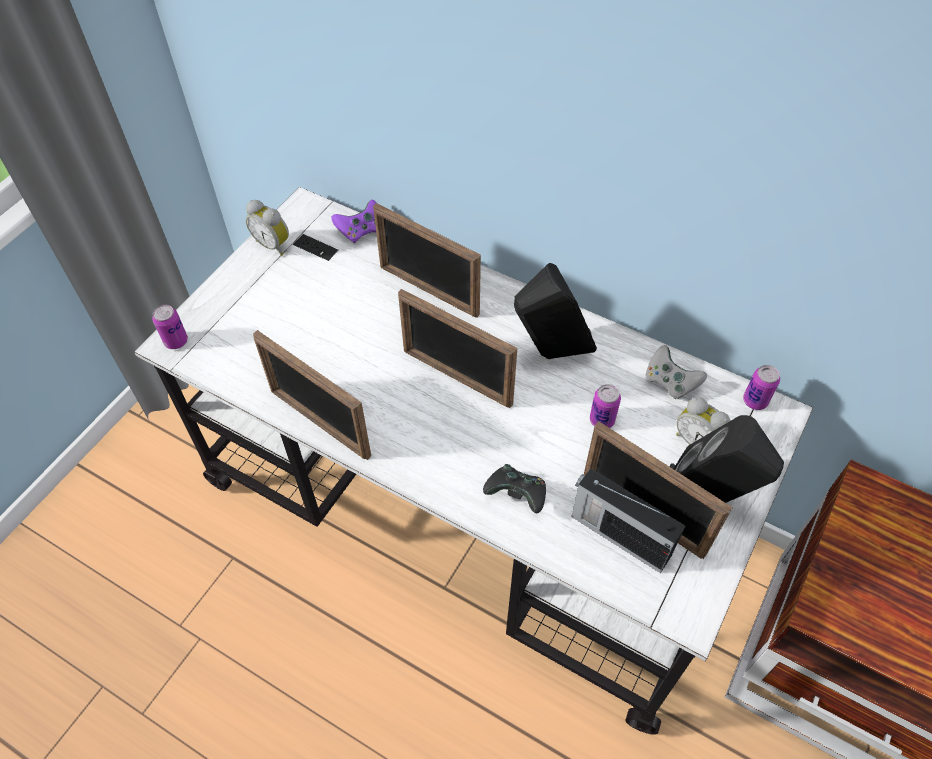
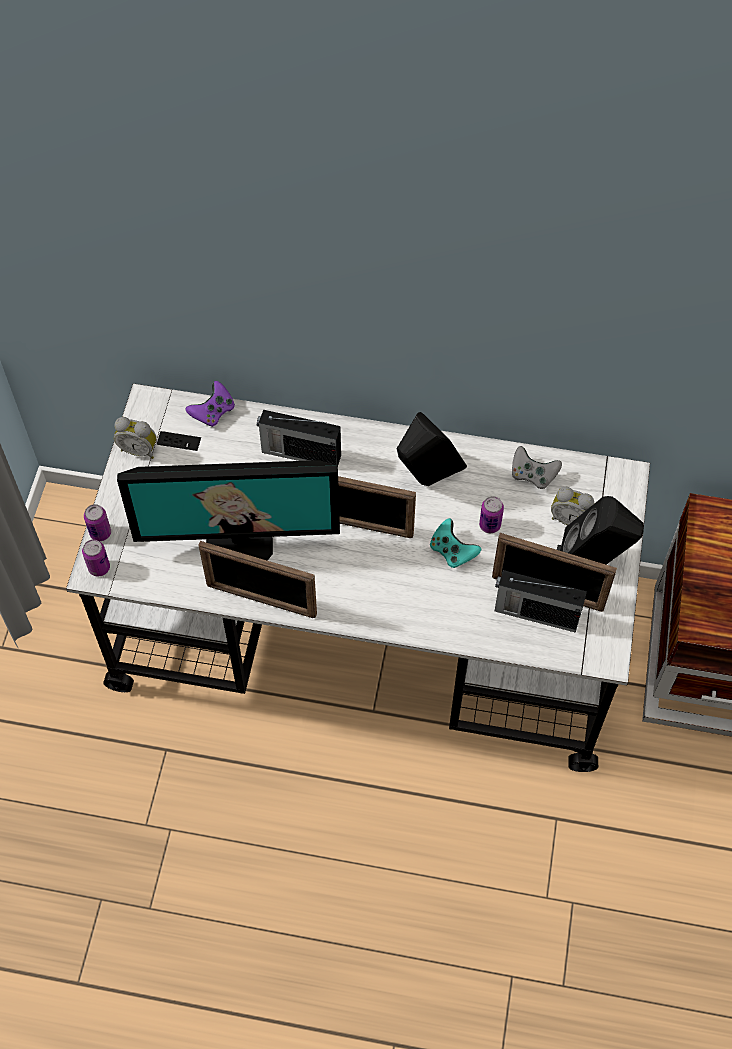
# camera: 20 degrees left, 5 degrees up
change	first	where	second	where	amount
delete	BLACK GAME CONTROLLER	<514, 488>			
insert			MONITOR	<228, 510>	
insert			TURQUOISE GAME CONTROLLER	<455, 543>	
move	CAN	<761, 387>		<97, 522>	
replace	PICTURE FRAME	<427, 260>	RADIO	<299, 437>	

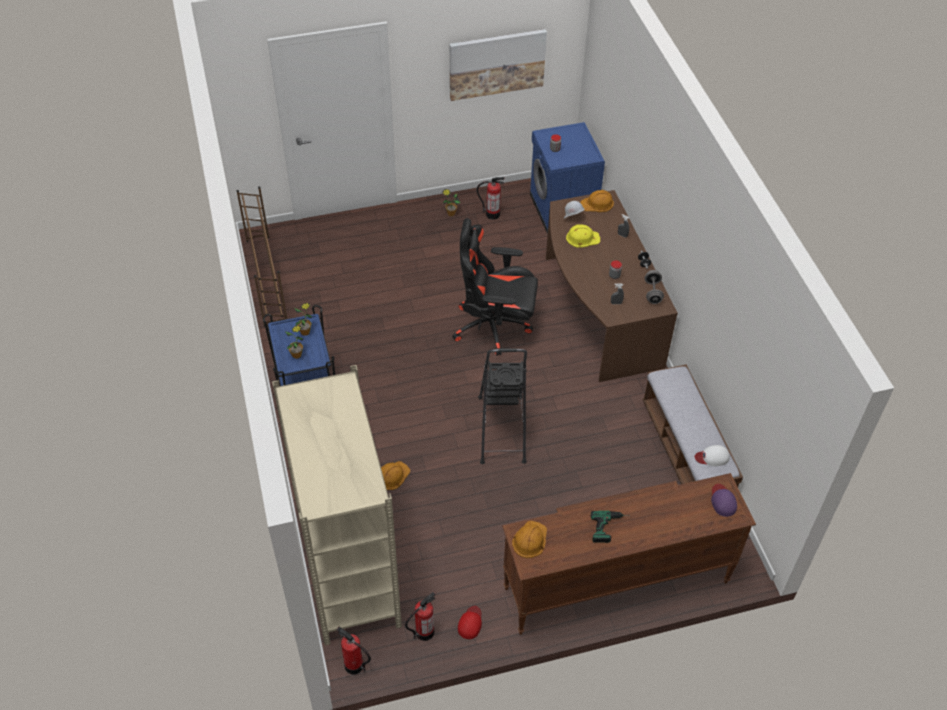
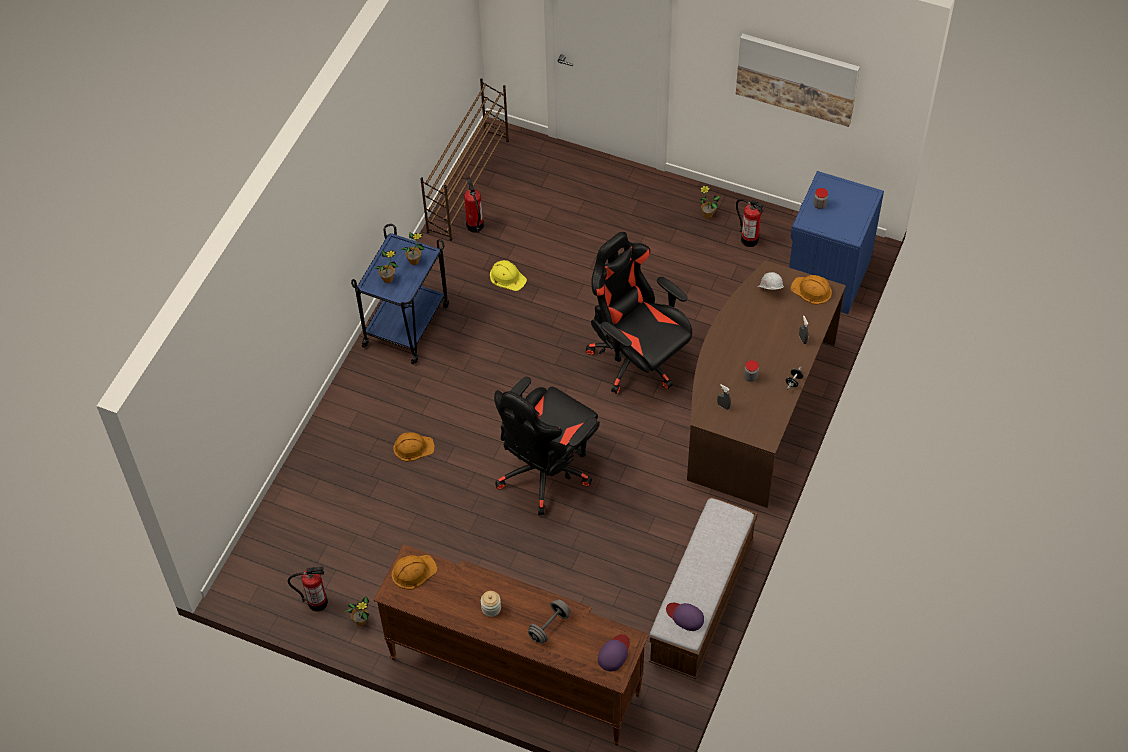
# camera: 40 degrees right, 5 degrees up
change	first	where	second	where	amount
delete	BEIGE BOOKCASE	<337, 505>			
move	FIRE EXTINGUISHER	<353, 651>		<474, 204>	
move	YELLOW HARD HAT	<583, 236>		<508, 275>	
move	GREY DUMBBELL	<654, 287>		<549, 621>	
replace	RED CAP	<470, 622>	POTTED PLANT	<357, 611>	
replace	STEP LADDER	<502, 406>	BLACK OFFICE CHAIR	<547, 446>	
replace	POWER DRILL	<611, 526>	JAR	<491, 604>	
recolor	WHITE CAP	<712, 455>	PURPLE CAP	<685, 617>	

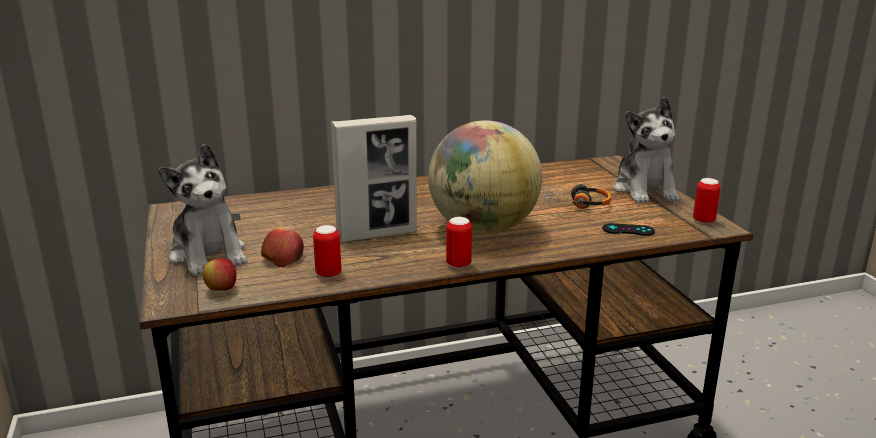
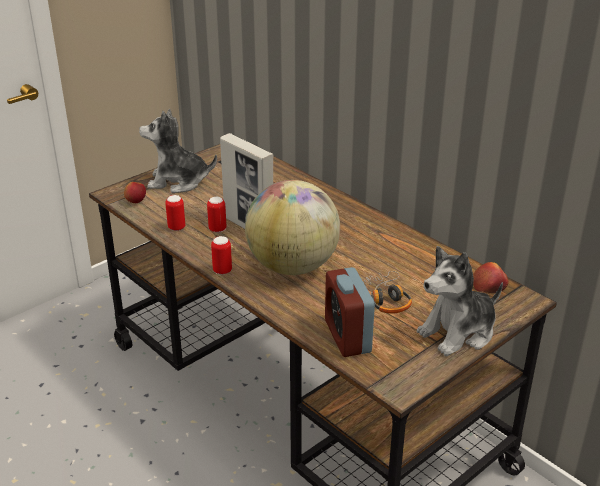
# camera: 65 degrees right, 10 degrees up
change	first	where	second	where	amount
move	APPLE	<282, 247>		<490, 277>	
move	CAN	<707, 201>		<217, 215>	
replace	BLACK GAME CONTROLLER	<628, 229>	ALARM CLOCK	<350, 312>	
rotate	PLUSH TOY	<203, 209>		<178, 151>	60 degrees clockwise

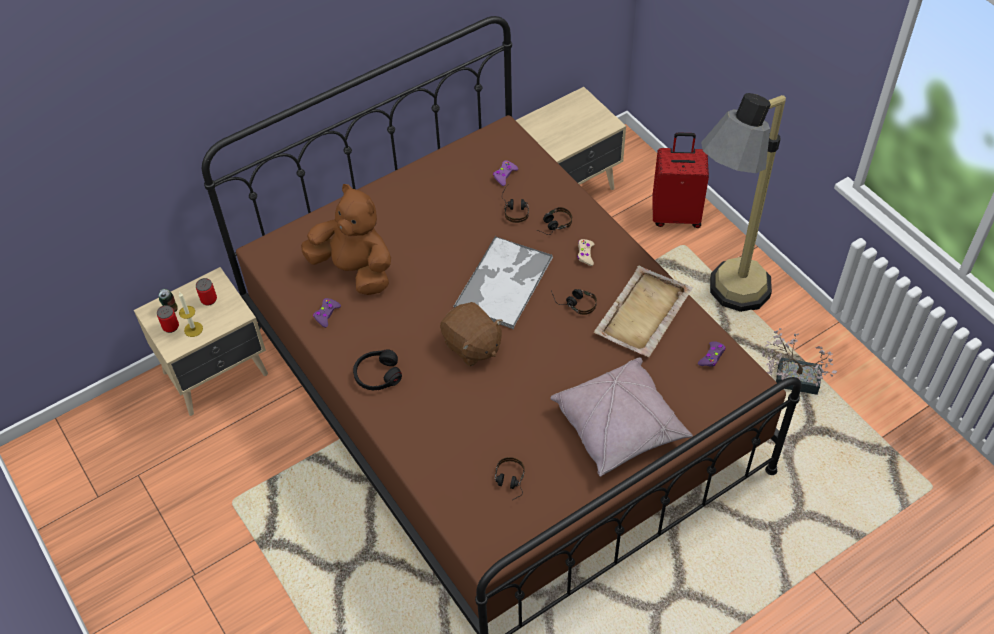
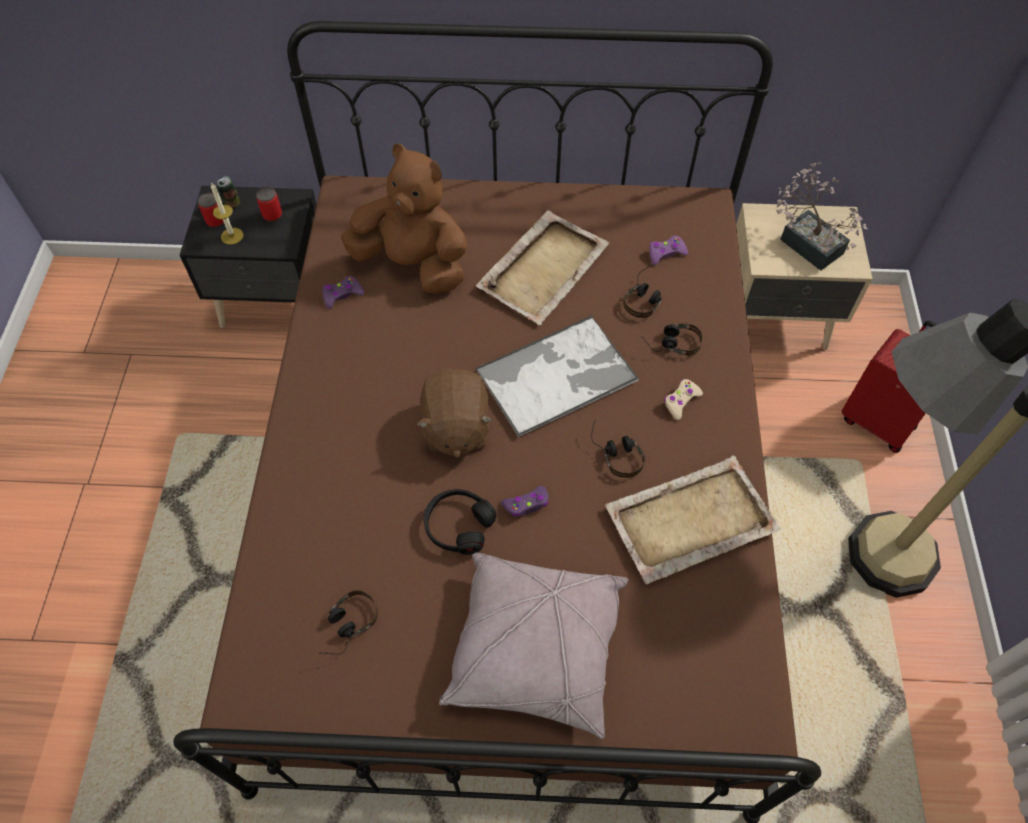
# camera: 35 degrees right, 5 degrees up
change	first	where	second	where	amount
insert			BEIGE TRAY	<542, 267>	
move	BLACK HEADPHONES	<377, 369>		<460, 522>	
move	PURPLE GAME CONTROLLER	<711, 354>		<524, 501>	
move	POTTED PLANT	<799, 361>		<822, 216>	
recolor	BEIGE NIGHTSTAND	<201, 341>	BLACK NIGHTSTAND	<248, 257>	
rotate	BROWN PLUSH TOY	<346, 239>		<404, 219>	45 degrees counterclockwise

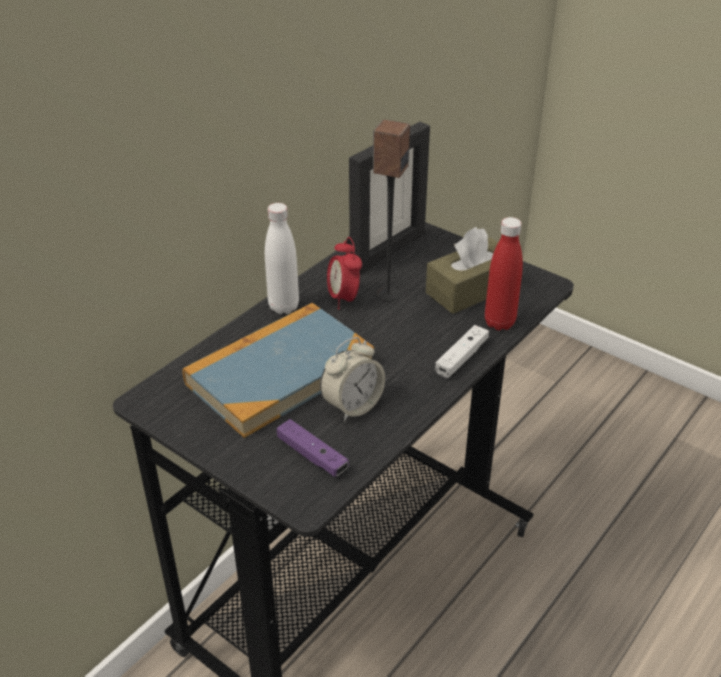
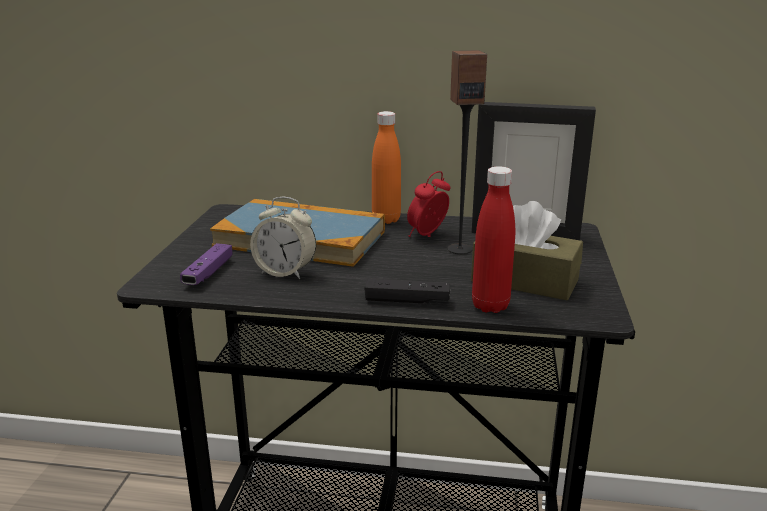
# camera: 60 degrees right, 15 degrees down
change	first	where	second	where	amount
recolor	WHITE BOTTLE	<282, 258>	ORANGE BOTTLE	<386, 167>	
recolor	WHITE GAME CONTROLLER	<462, 351>	BLACK GAME CONTROLLER	<407, 291>	

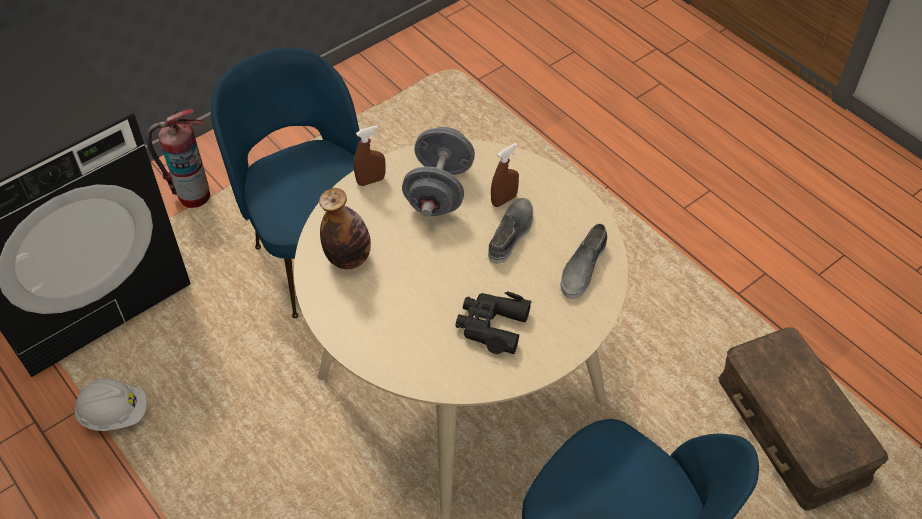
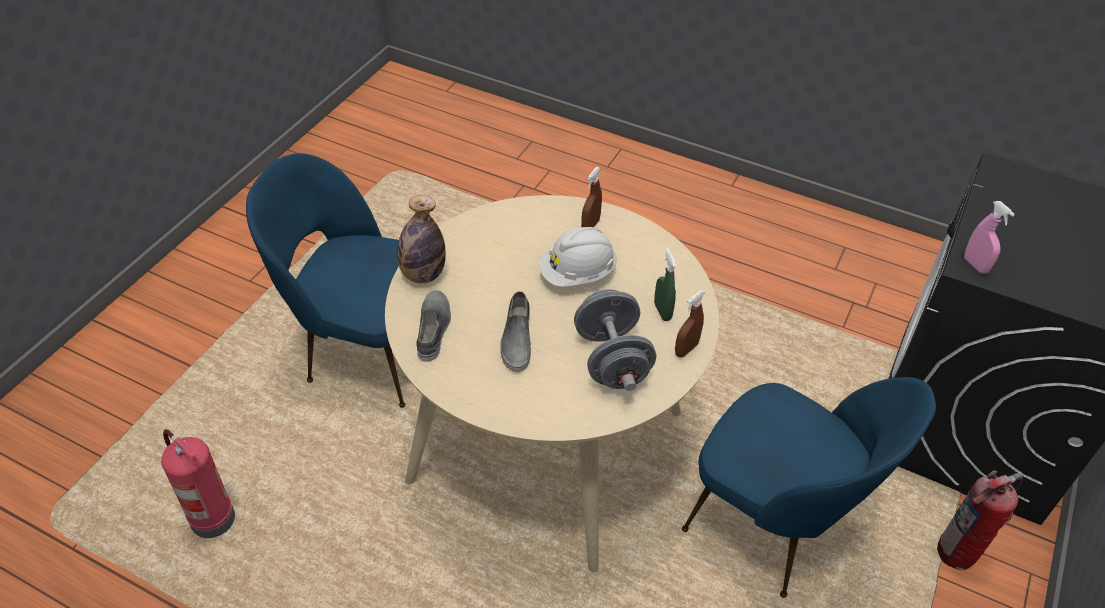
# camera: 155 degrees right, 5 degrees down
change	first	where	second	where	amount
delete	BLACK BINOCULARS	<493, 323>			
insert			GREEN SPRAY BOTTLE	<665, 284>	
insert			PINK SPRAY BOTTLE	<989, 237>	
move	WHITE HARD HAT	<111, 404>		<578, 257>	
move	BOTTLE	<345, 228>		<421, 239>	
move	BROWN SPRAY BOTTLE	<505, 175>		<591, 197>	
replace	BROWN STORAGE BOX	<803, 418>	FIRE EXTINGUISHER	<198, 483>	

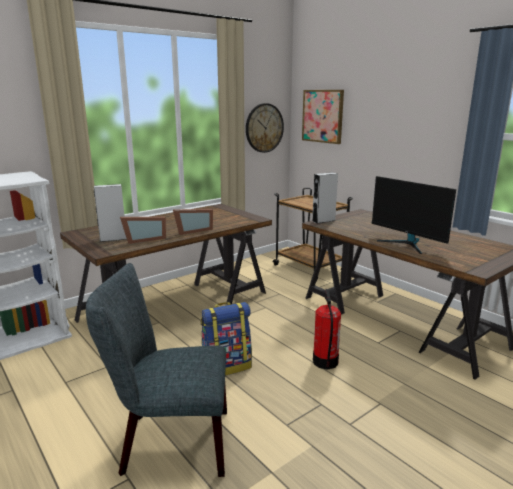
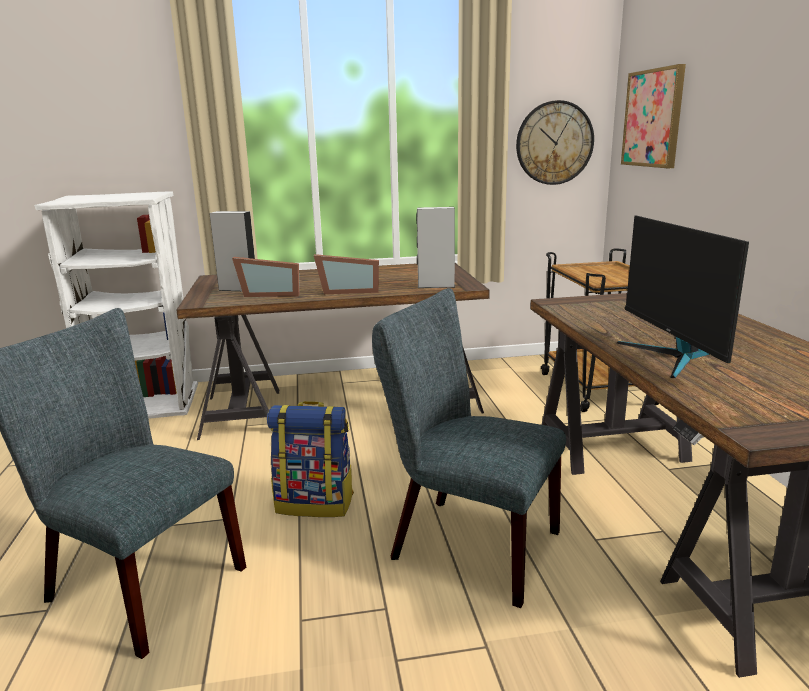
# camera: 30 degrees right, 0 degrees up
change	first	where	second	where	amount
move	GREY SPEAKER	<325, 198>		<435, 247>	
replace	FIRE EXTINGUISHER	<327, 329>	GREY CHAIR	<469, 448>	

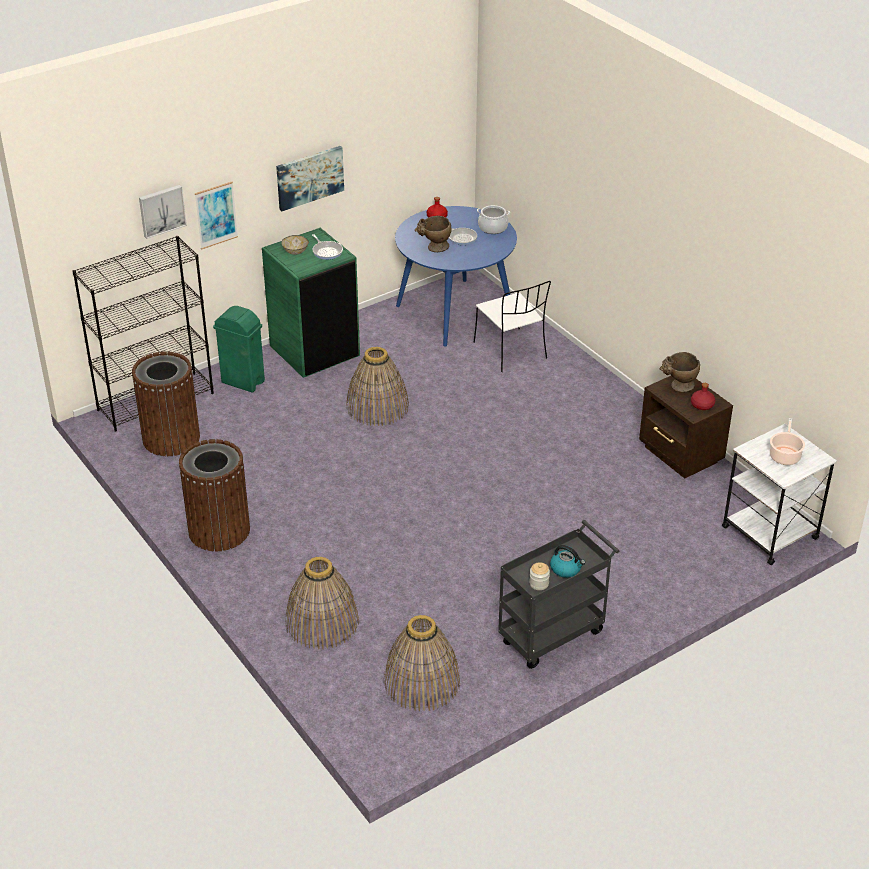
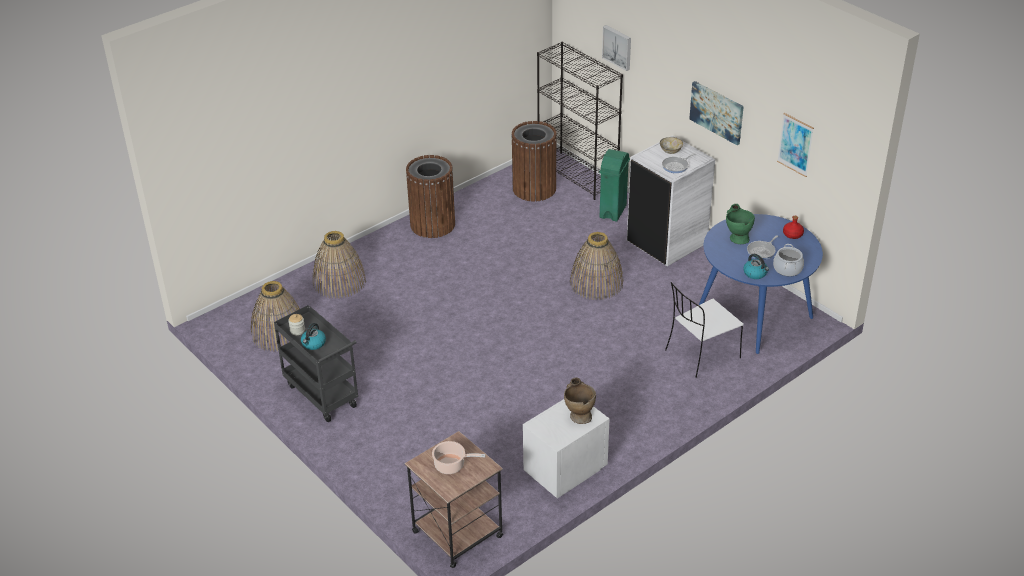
# camera: 85 degrees right, 0 degrees up
change	first	where	second	where	amount
delete	RED BOTTLE	<703, 396>			
insert			KETTLE	<756, 266>	
move	PICTURE	<216, 215>		<795, 145>	
recolor	GREEN CABINET	<311, 303>	WHITE CABINET	<671, 200>	
recolor	BEIGE VASE	<433, 234>	GREEN VASE	<740, 224>	
recolor	BROWN NIGHTSTAND	<686, 427>	WHITE NIGHTSTAND	<566, 448>	
recolor	WHITE CART	<779, 494>	BROWN CART	<454, 499>	

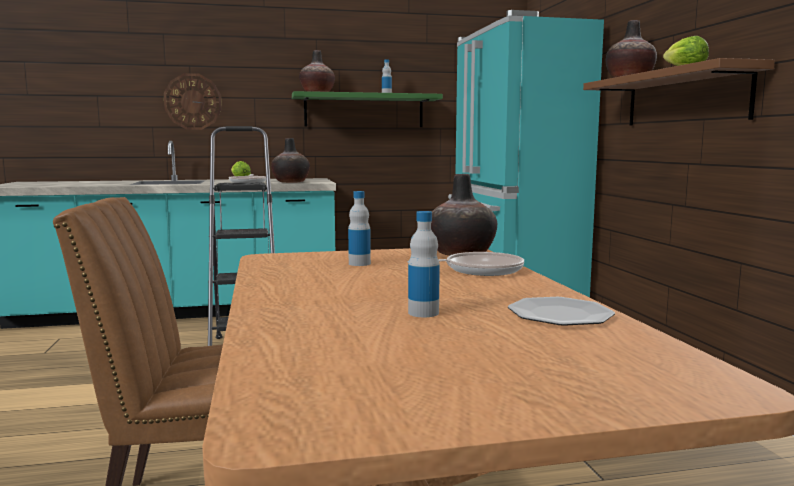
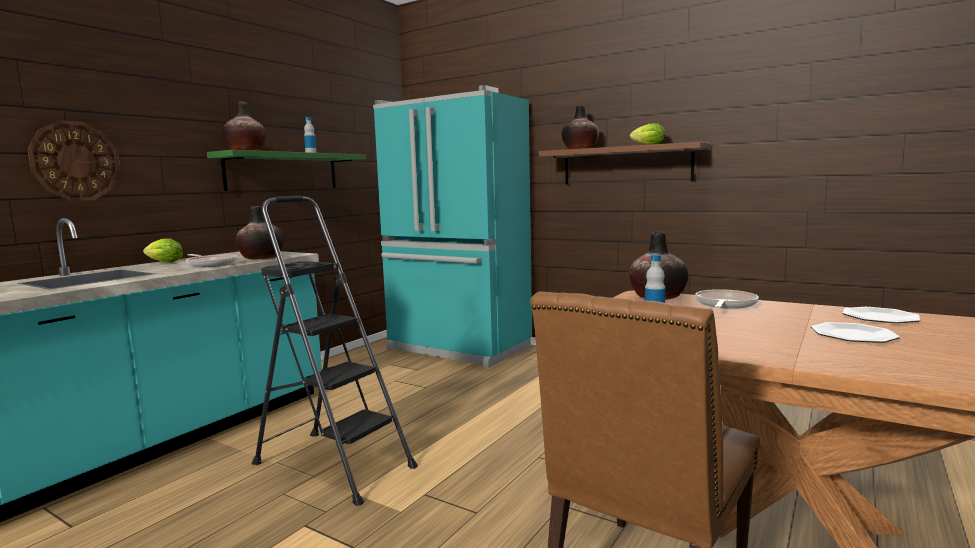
# camera: 45 degrees left, 0 degrees up
change	first	where	second	where	amount
replace	BOTTLE	<424, 264>	PLATE	<855, 332>	

